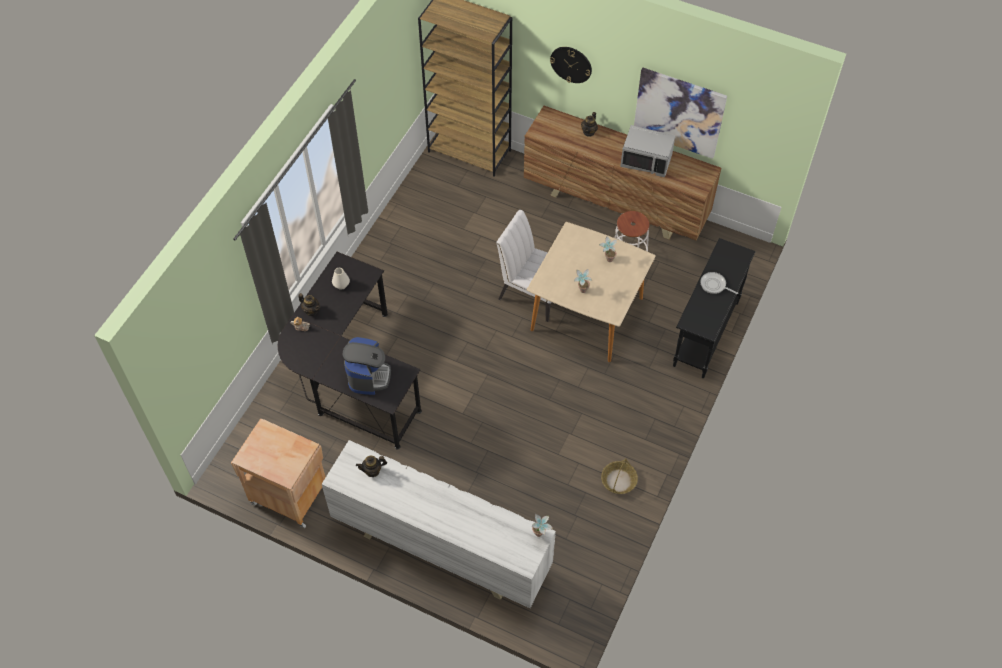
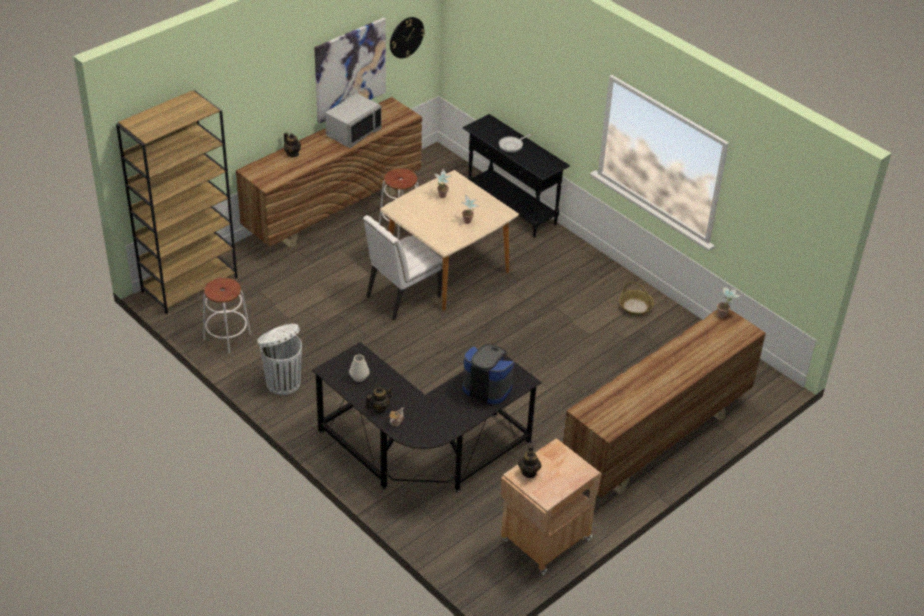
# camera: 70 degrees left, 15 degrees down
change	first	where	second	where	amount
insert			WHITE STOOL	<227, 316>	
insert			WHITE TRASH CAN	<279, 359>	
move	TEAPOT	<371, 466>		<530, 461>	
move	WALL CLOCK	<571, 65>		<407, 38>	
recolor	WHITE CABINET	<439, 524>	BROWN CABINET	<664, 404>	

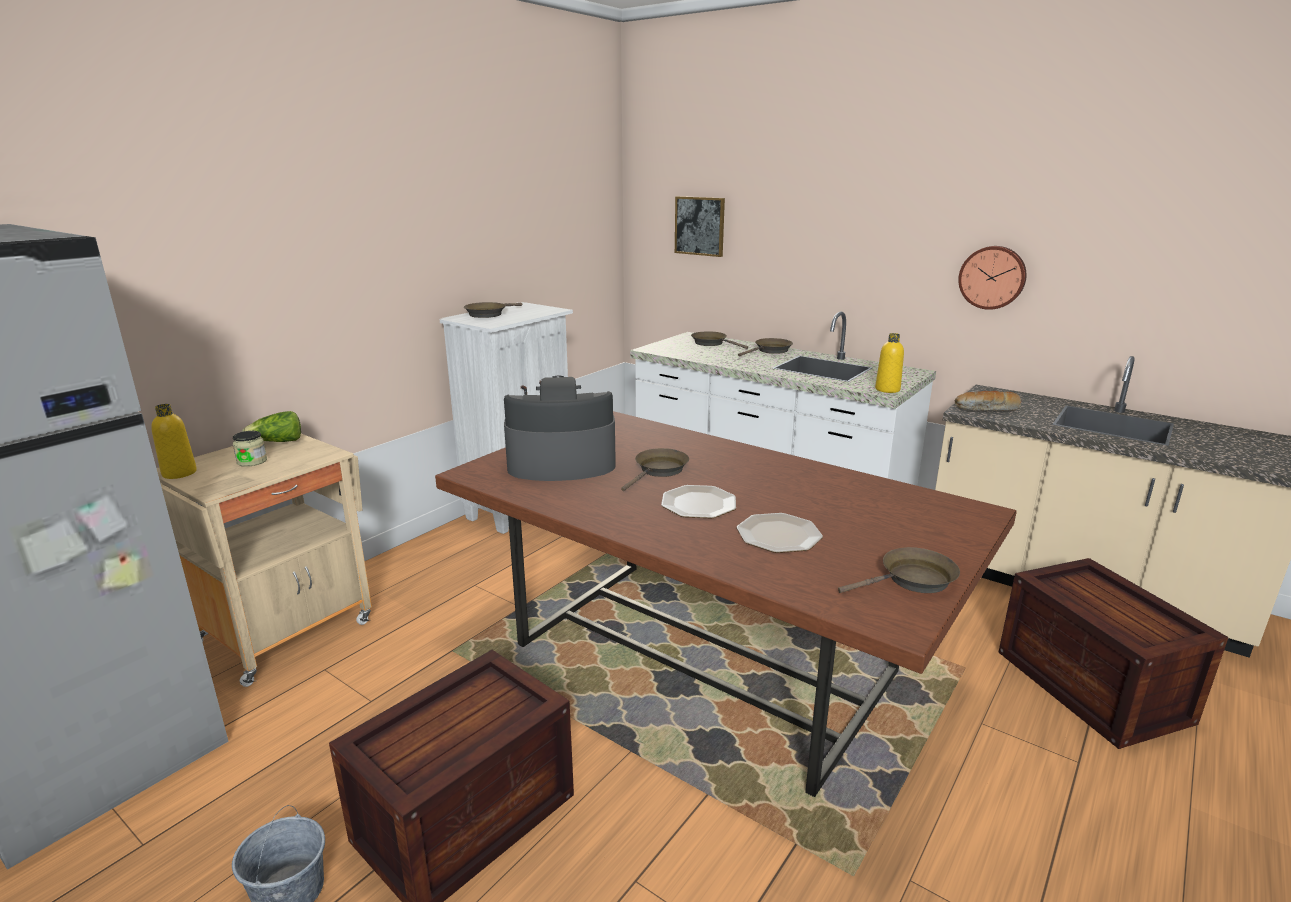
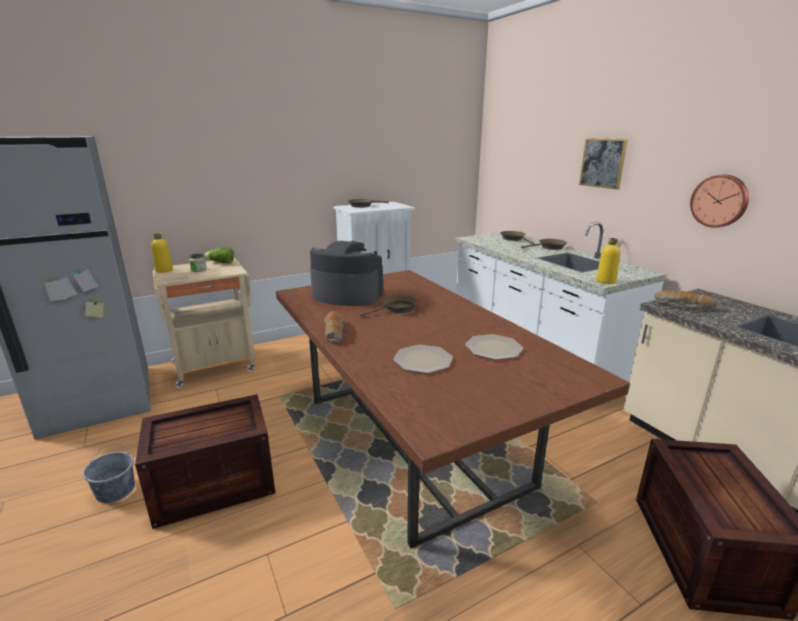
# camera: 25 degrees right, 0 degrees up
change	first	where	second	where	amount
delete	BROWN FRYING PAN	<899, 570>			
insert			BREAD	<333, 327>	
move	PLATE	<698, 502>		<494, 347>	
move	PICTURE	<700, 226>		<603, 164>	

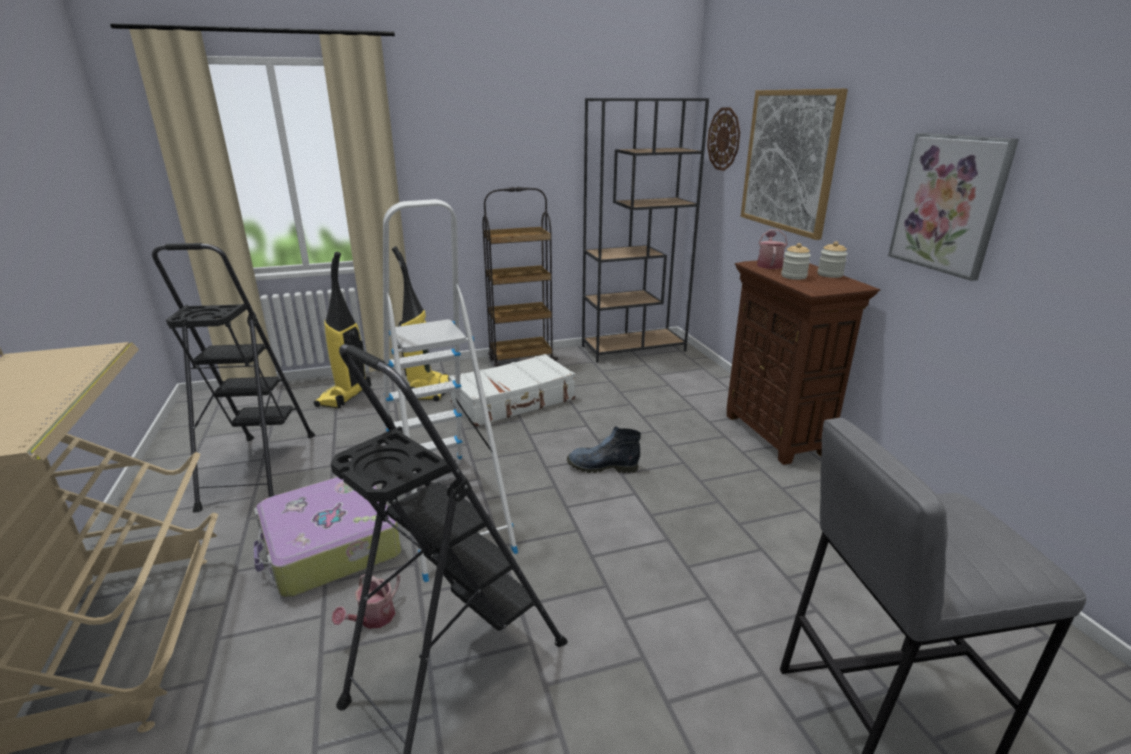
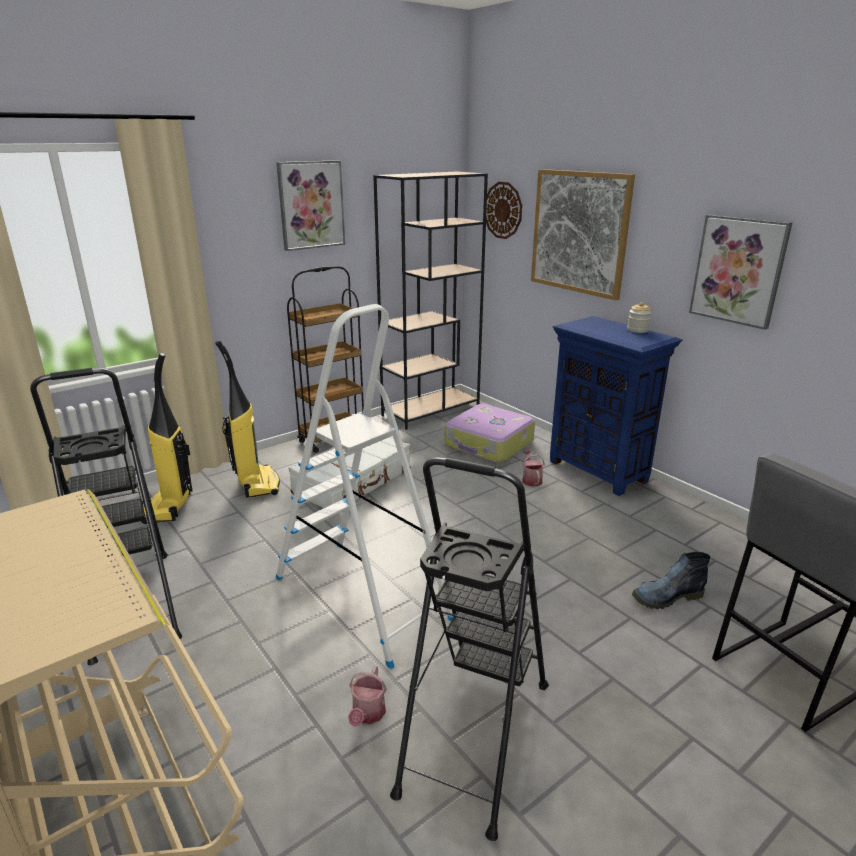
# camera: 20 degrees left, 0 degrees up
change	first	where	second	where	amount
delete	JAR	<796, 261>			
insert			PICTURE	<310, 205>	
move	SUITCASE	<327, 537>		<489, 433>	
move	BOOT	<604, 450>		<671, 580>	
move	WATERING CAN	<772, 249>		<533, 468>	
recolor	BROWN CABINET	<803, 361>	BLUE CABINET	<616, 406>	

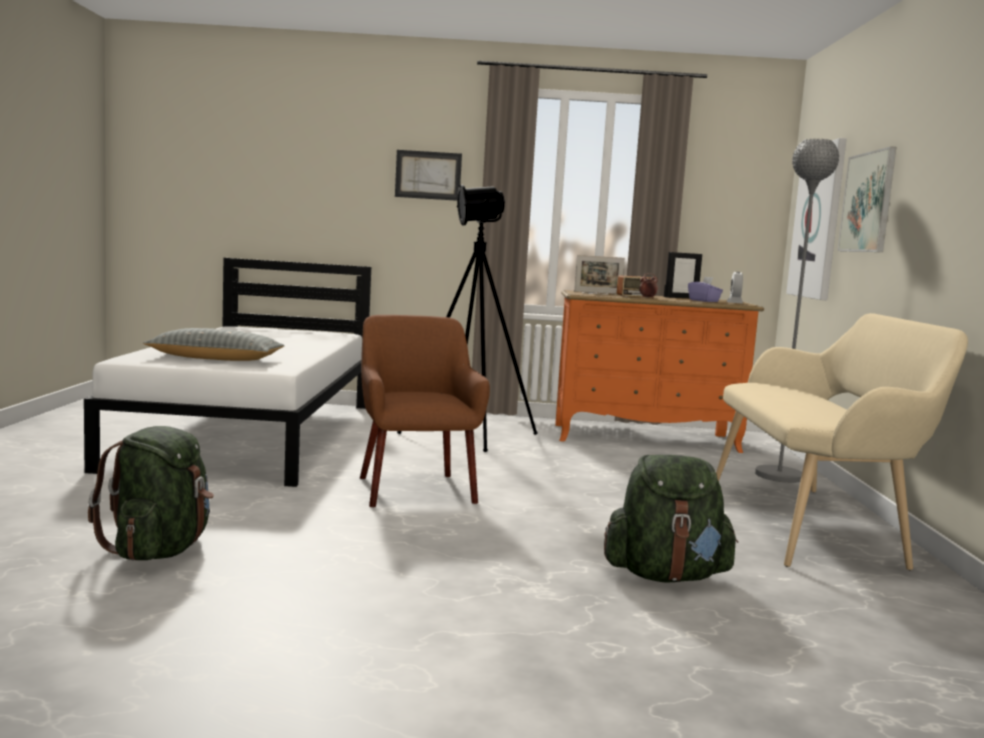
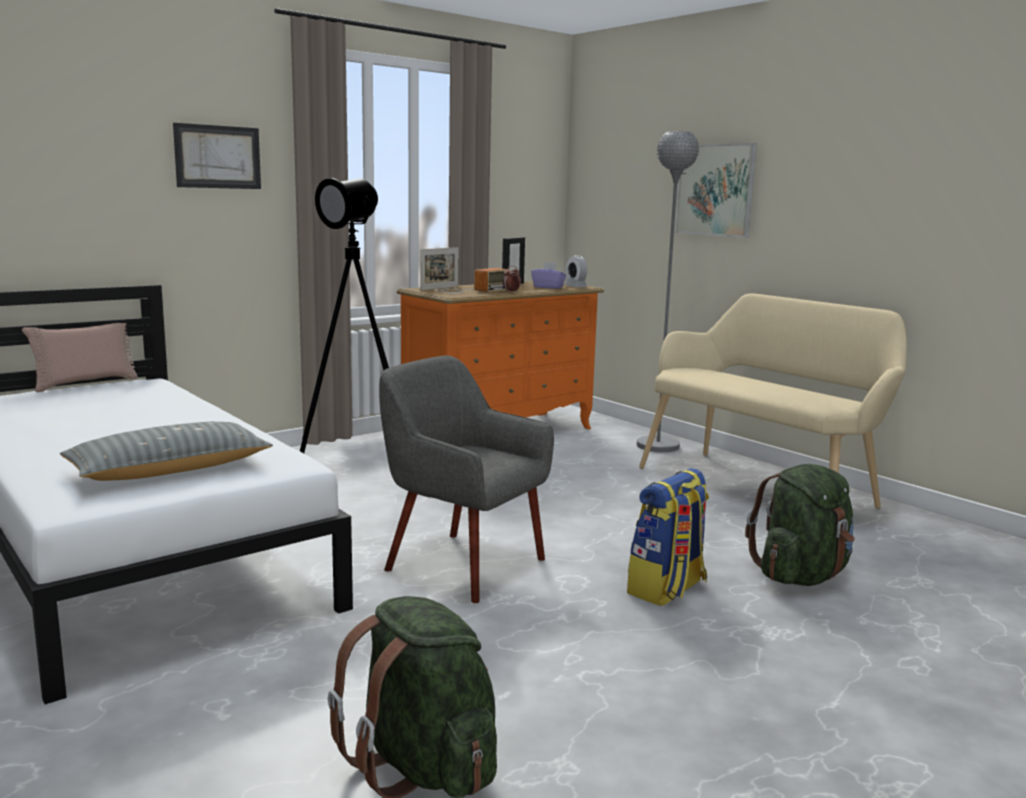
# camera: 40 degrees left, 5 degrees up
change	first	where	second	where	amount
delete	PICTURE	<816, 219>			
insert			BEIGE PILLOW	<80, 357>	
insert			BACKPACK	<668, 537>	
recolor	BROWN ARMCHAIR	<425, 411>	GREY ARMCHAIR	<466, 479>	

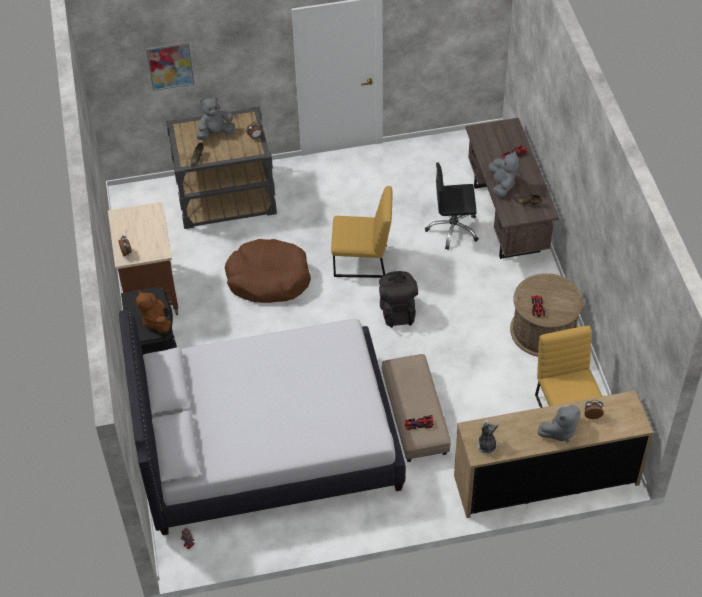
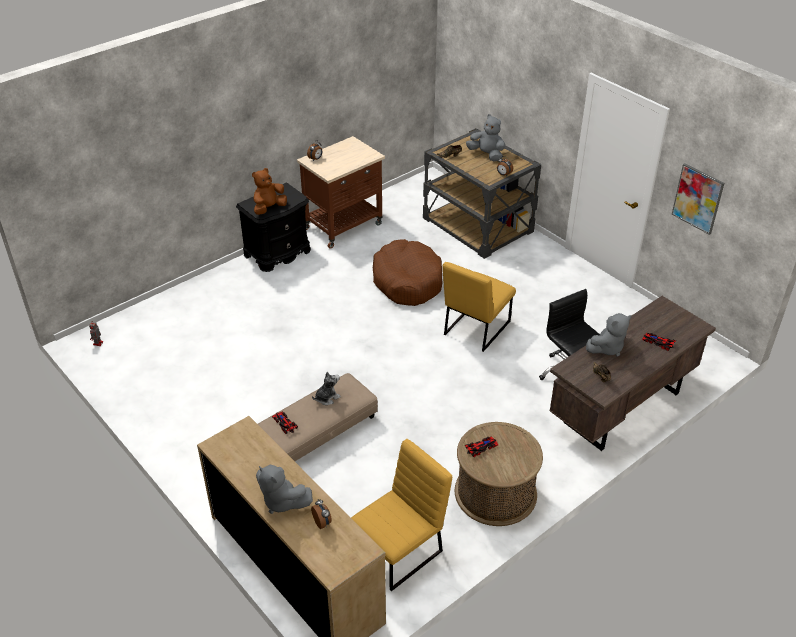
# camera: 60 degrees right, 10 degrees down
change	first	where	second	where	amount
delete	WHITE BED	<262, 422>			
delete	BLACK BACKPACK	<398, 299>			
move	PICTURE	<170, 66>		<698, 199>	
move	PLUSH TOY	<487, 437>		<326, 388>	
rotate	YELLOW CHAIR	<362, 232>		<479, 307>	60 degrees clockwise

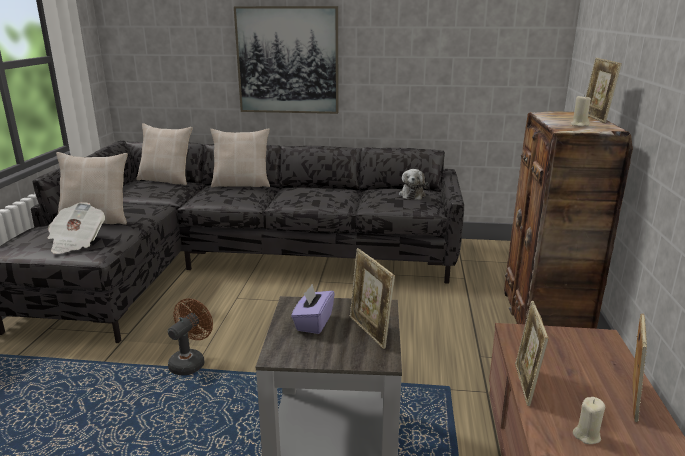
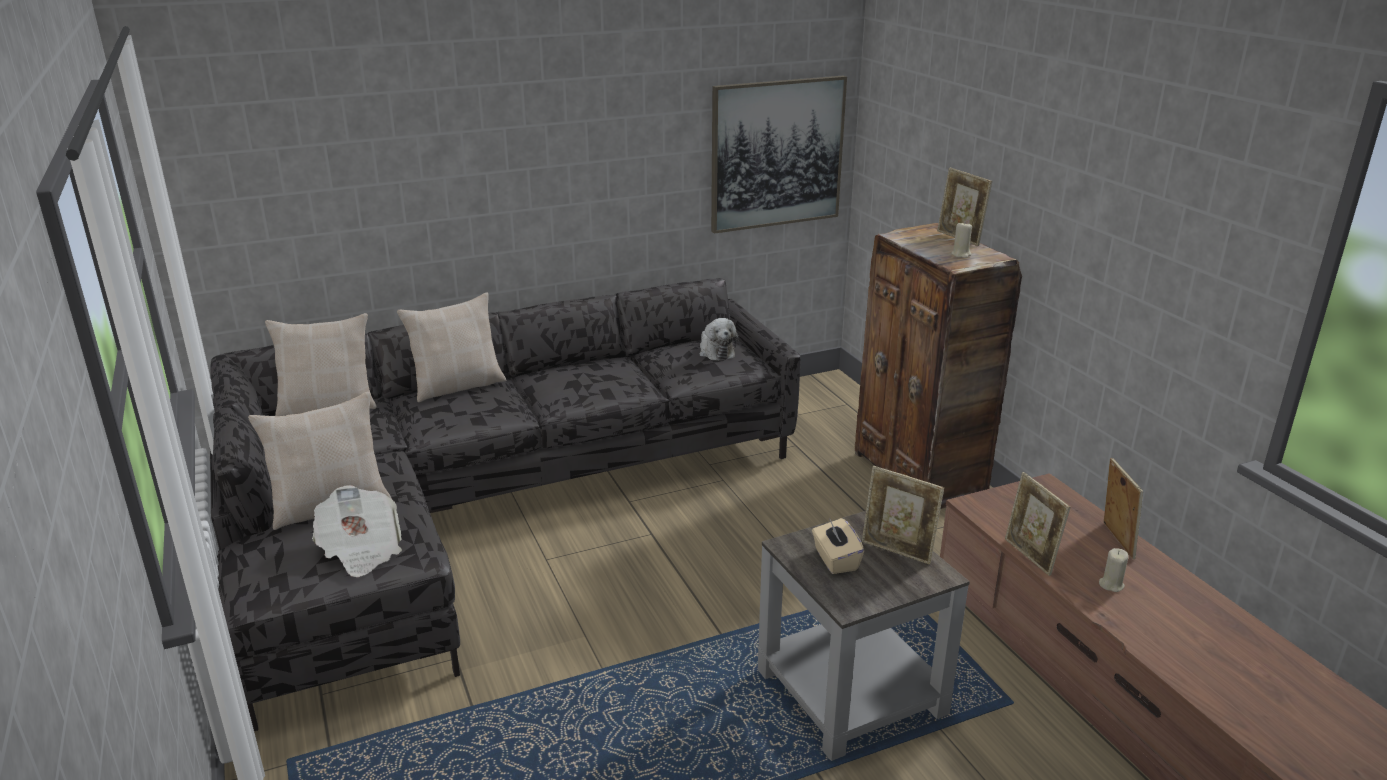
# camera: 30 degrees left, 5 degrees up
change	first	where	second	where	amount
delete	BROWN FAN	<190, 336>			
move	PICTURE	<286, 60>		<779, 155>	
recolor	PURPLE TISSUE BOX	<313, 309>	BEIGE TISSUE BOX	<838, 546>	

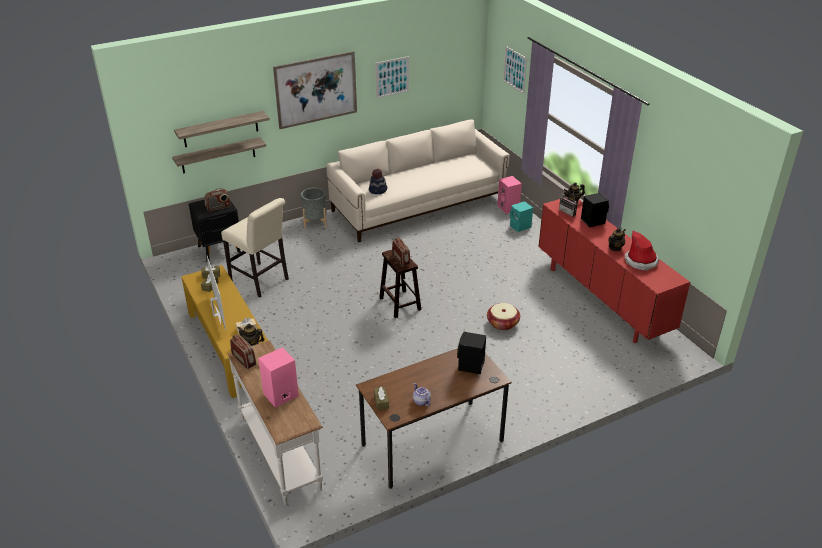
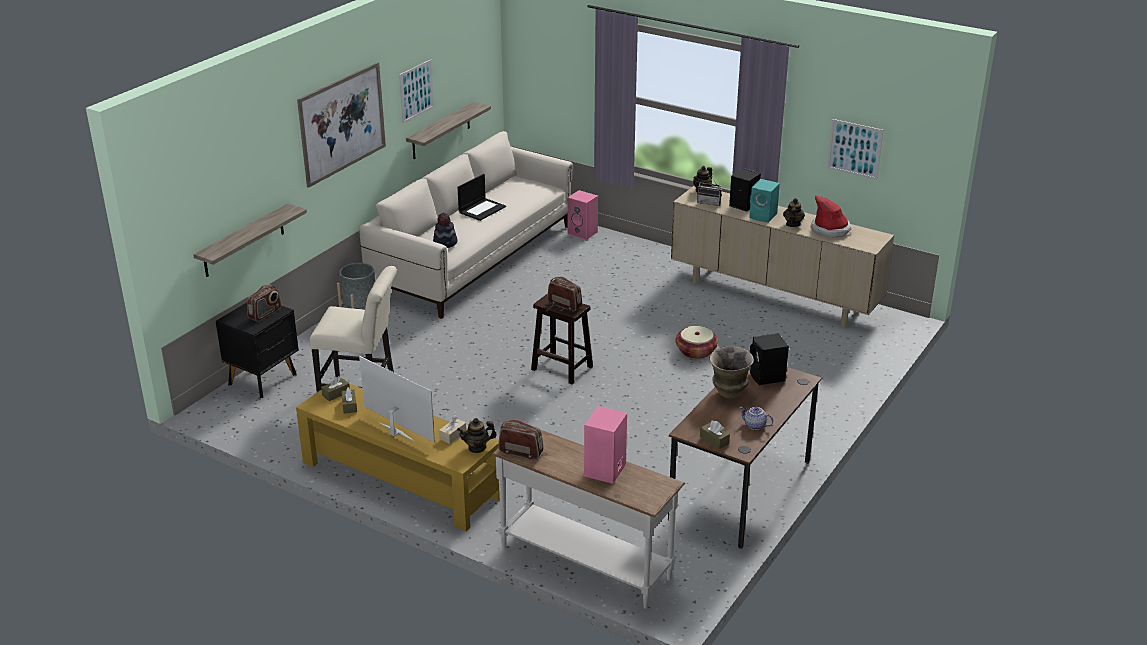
# camera: 30 degrees left, 5 degrees down
change	first	where	second	where	amount
insert			LAPTOP	<482, 197>	
insert			VASE	<732, 372>	
move	SHELF	<222, 129>		<448, 130>	
move	PICTURE	<515, 70>		<855, 149>	
move	TURQUOISE SPEAKER	<521, 216>		<764, 201>	
recolor	RED CABINET	<614, 270>	BEIGE CABINET	<782, 257>	

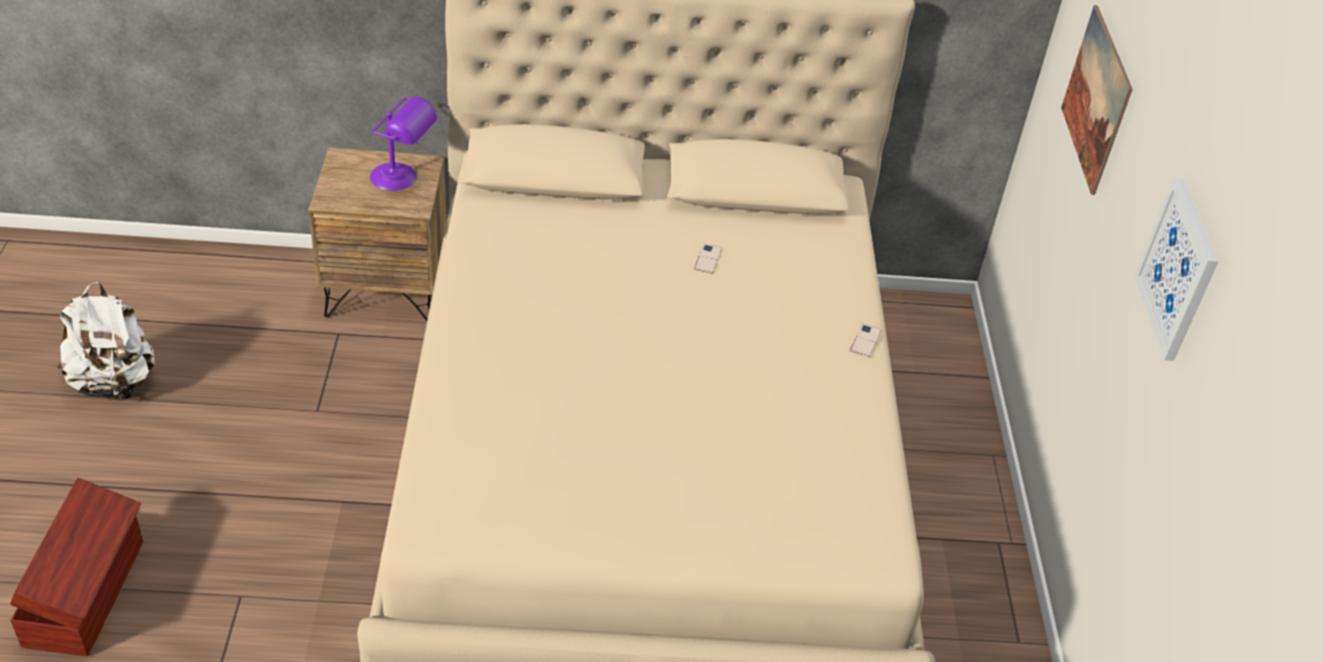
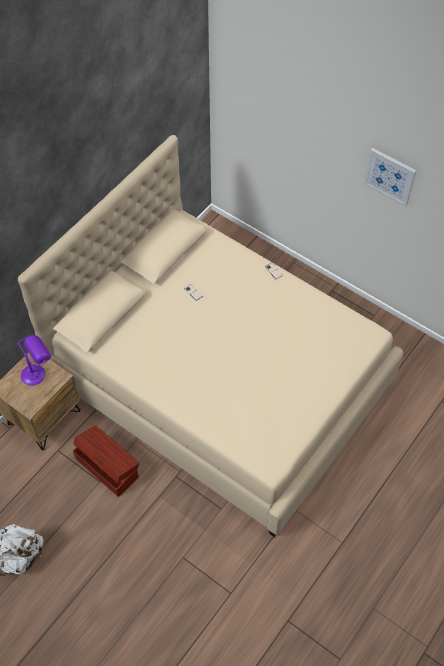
# camera: 50 degrees left, 15 degrees up
change	first	where	second	where	amount
delete	PICTURE	<1097, 100>			
move	BROWN STORAGE BOX	<76, 567>		<106, 461>	

